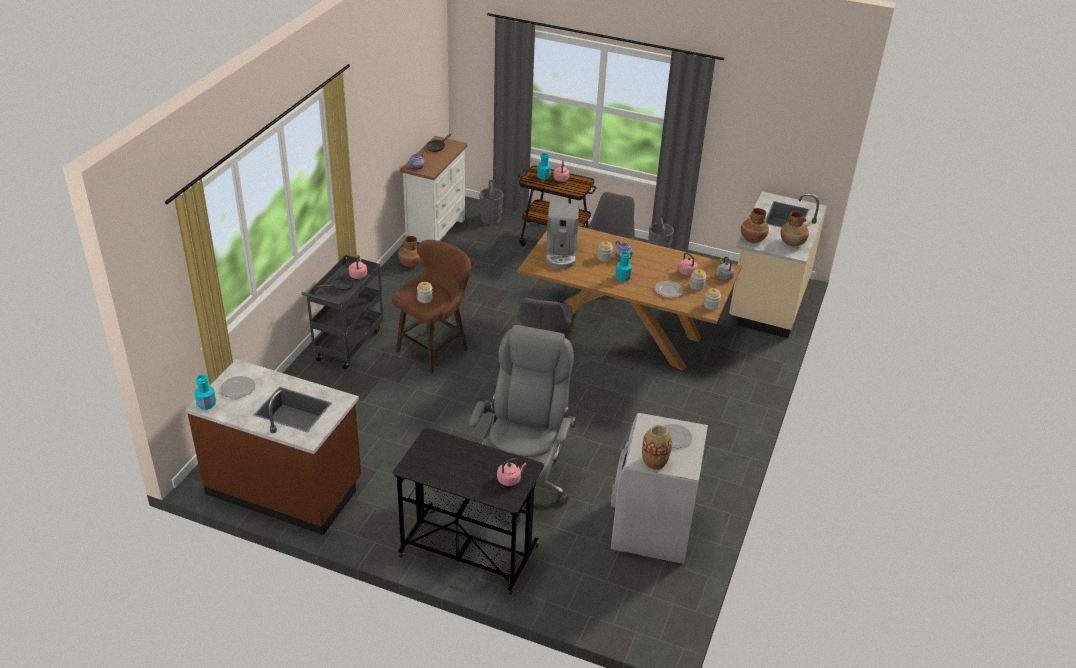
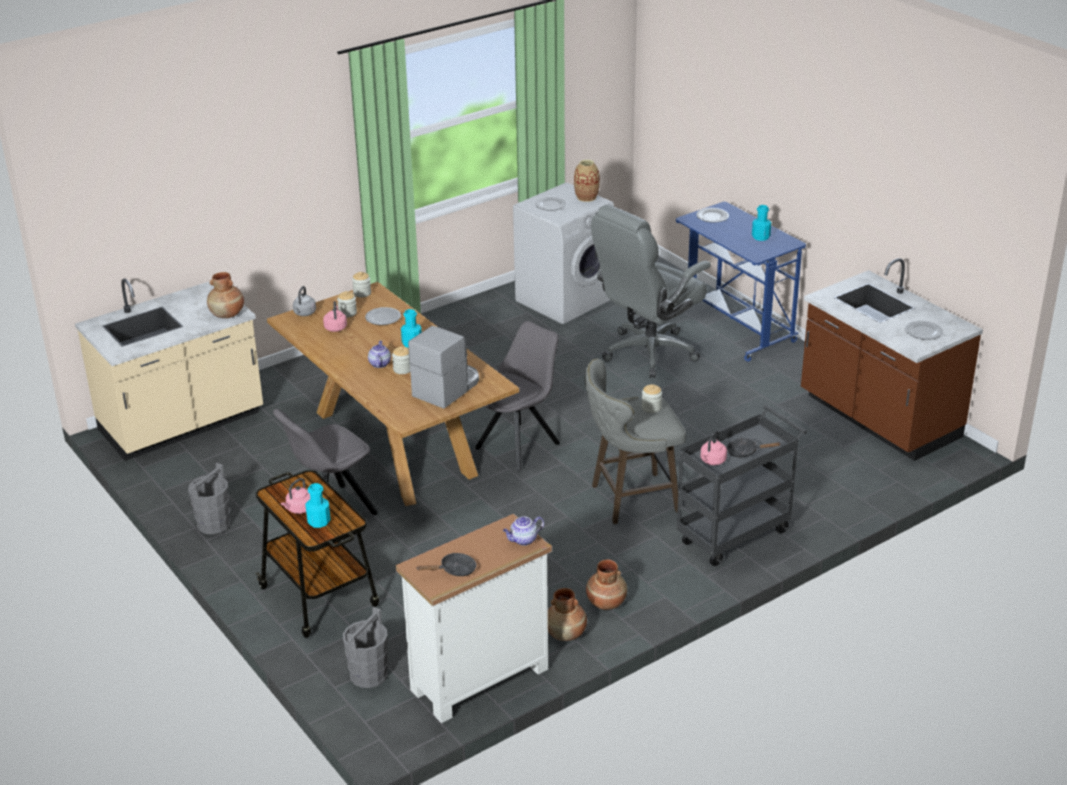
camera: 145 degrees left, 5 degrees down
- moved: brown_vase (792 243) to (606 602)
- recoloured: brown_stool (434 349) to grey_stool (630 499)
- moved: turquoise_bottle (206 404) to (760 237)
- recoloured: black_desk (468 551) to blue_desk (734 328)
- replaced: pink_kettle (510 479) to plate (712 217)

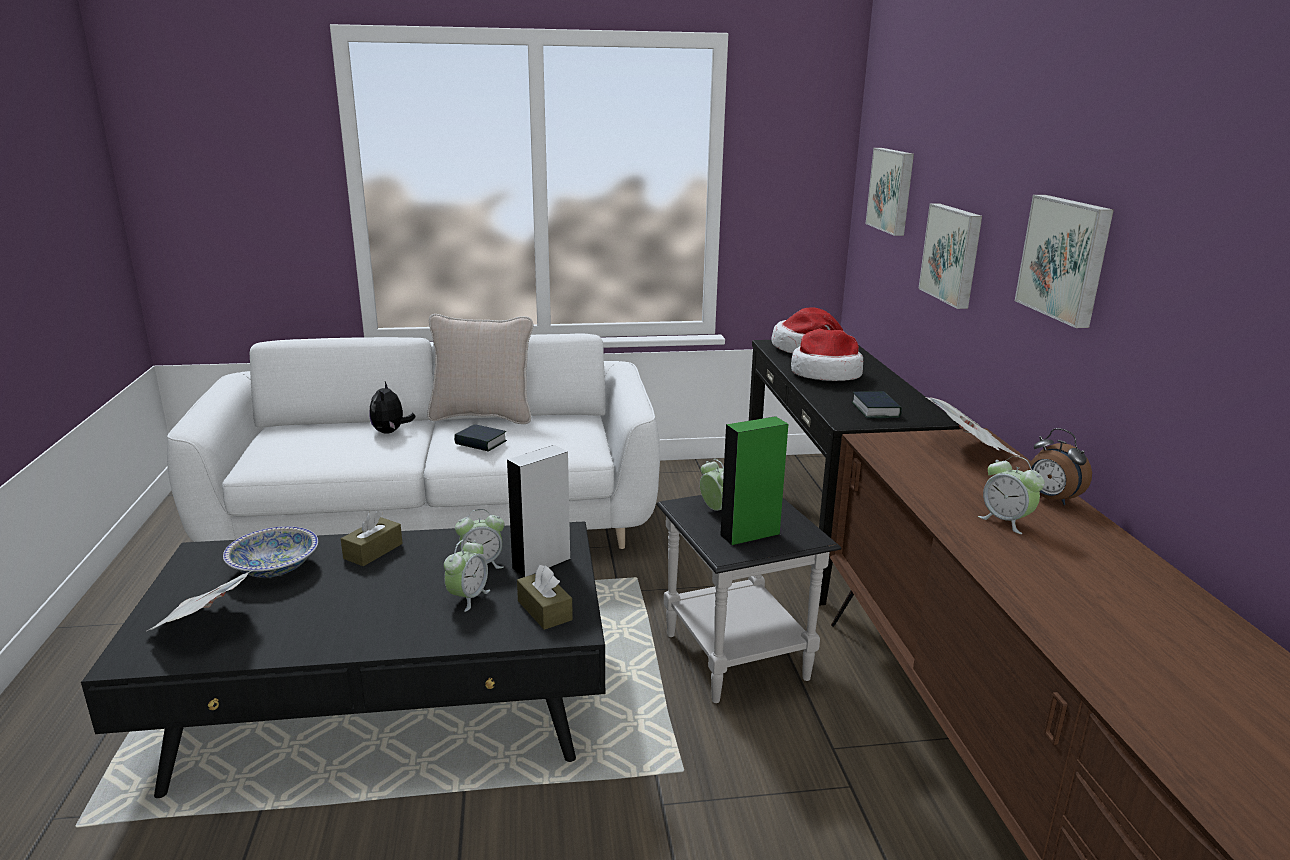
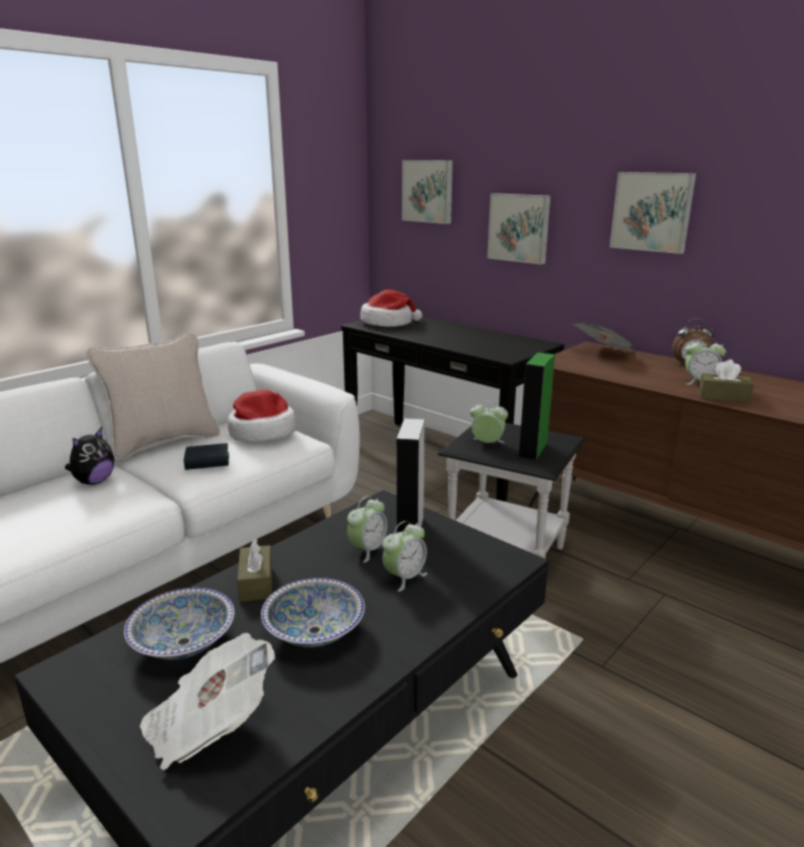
camera: 40 degrees left, 0 degrees up
- moved: hat (825 373) to (262 432)
- turned: plush_toy (390 432) = (94 481) 105 degrees counterclockwise
- removed: book (875 410)
- turned: alarm_clock (468 598) = (404 577) 60 degrees clockwise
- moved: brown_tissue_box (544 610) to (723 397)
- added: bowl (314 631)

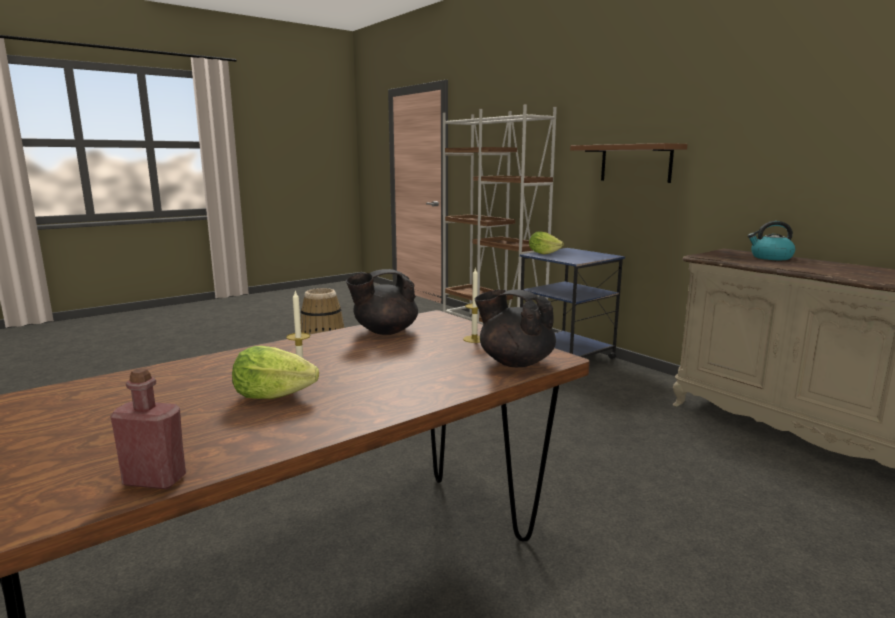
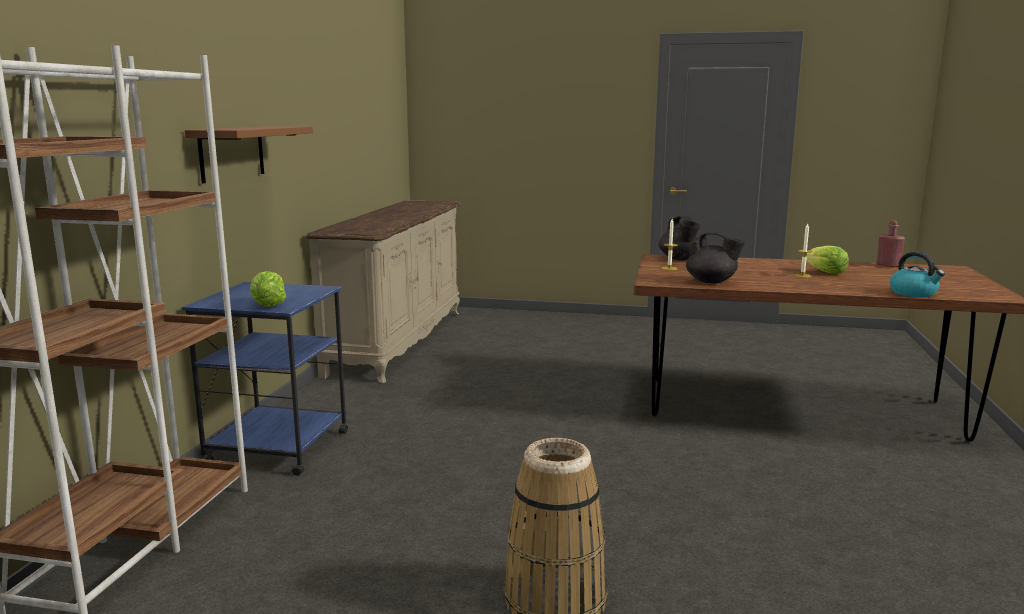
camera: 130 degrees left, 0 degrees up
- moved: kettle (770 258) to (914 293)

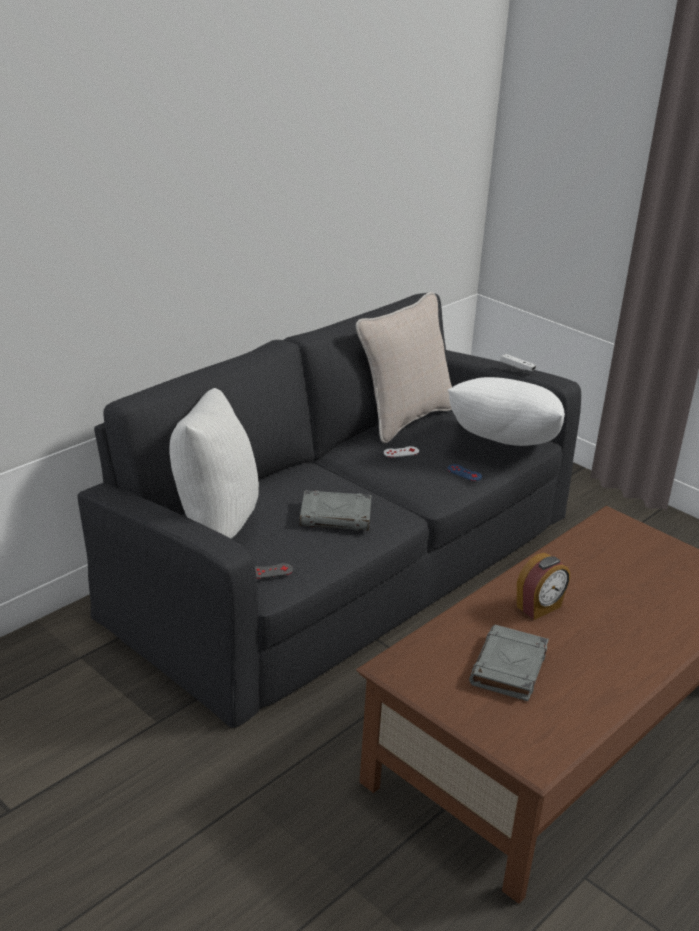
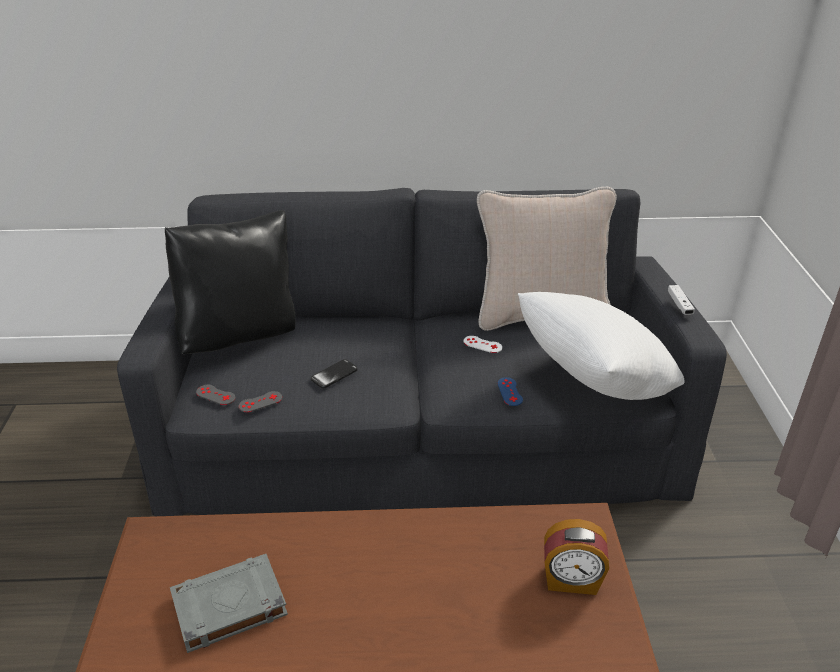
camera: 45 degrees right, 5 degrees up
- recoloured: white_pillow (213 525) to black_pillow (241 336)
- replaced: grey_book (336 516) to phone (334 375)
- moved: alarm_clock (539 607) to (571 581)
- added: grey_game_controller (260 402)

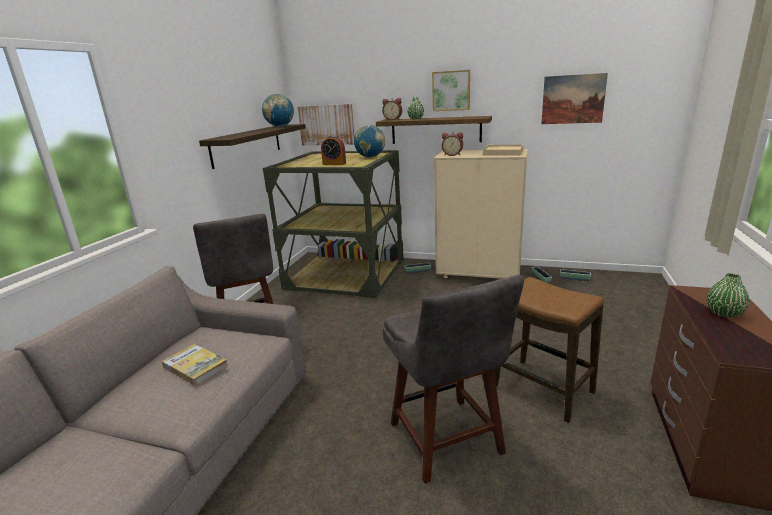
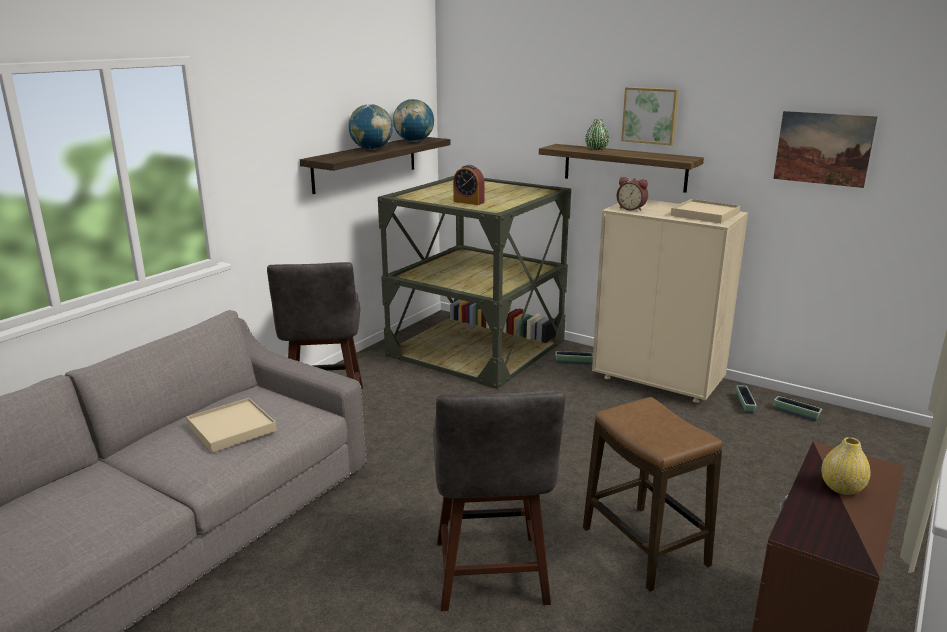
camera: 15 degrees right, 0 degrees up
- removed: alarm_clock (393 119)
- removed: picture (326 125)
- moved: globe (370 157) to (371 149)
- recoloured: green_vase (723 313) to yellow_vase (842 488)
- replaced: book (195 366) to beige_tray (232 428)

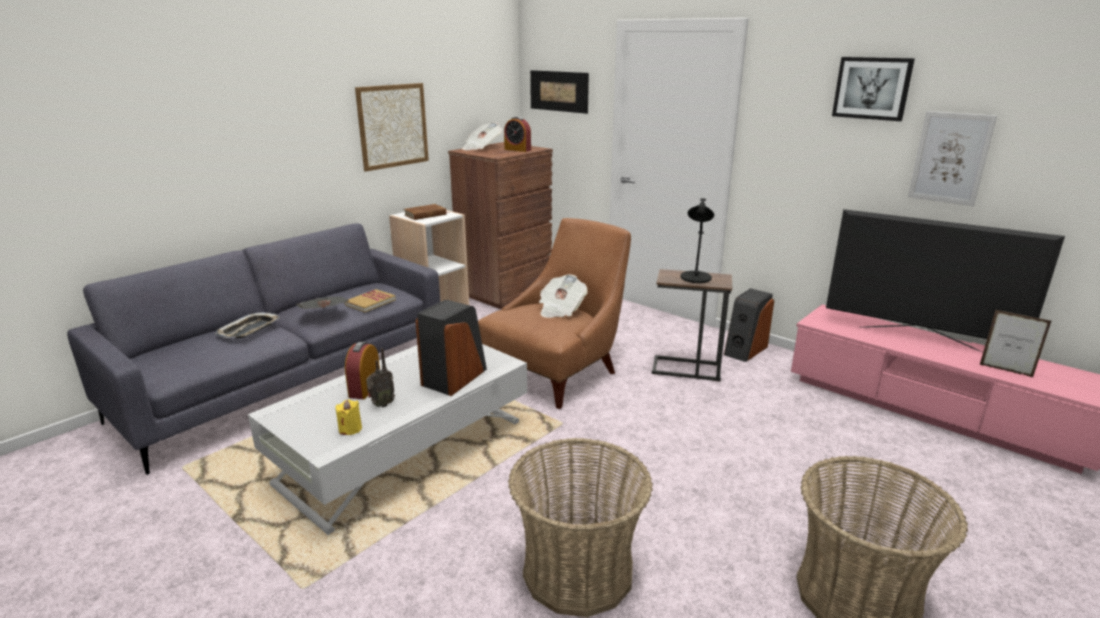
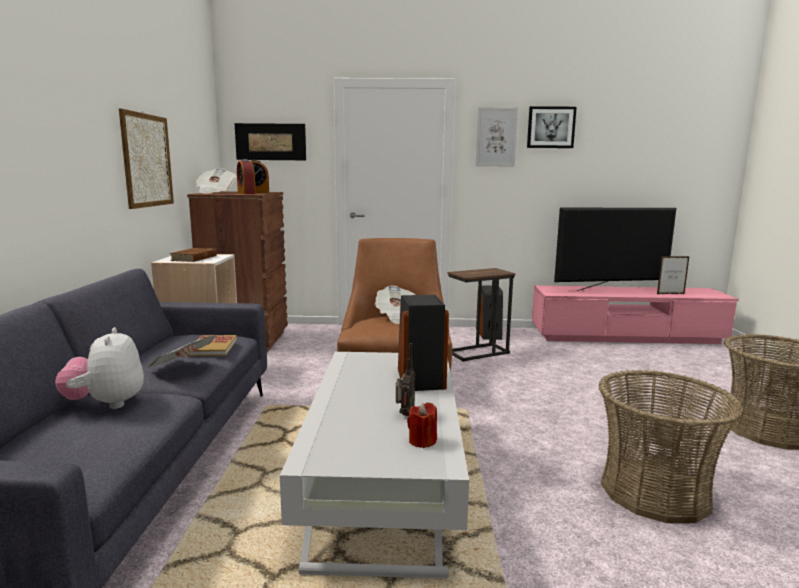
camera: 40 degrees left, 10 degrees down
- moved: picture (950 158) to (496 137)
- removed: black_table_lamp (695 278)
- replaced: tray (249 330) to plush_toy (107 404)
- moved: alarm_clock (365 388) to (246 193)
- recoloured: yellow_candle (350 429) to red_candle (422 441)

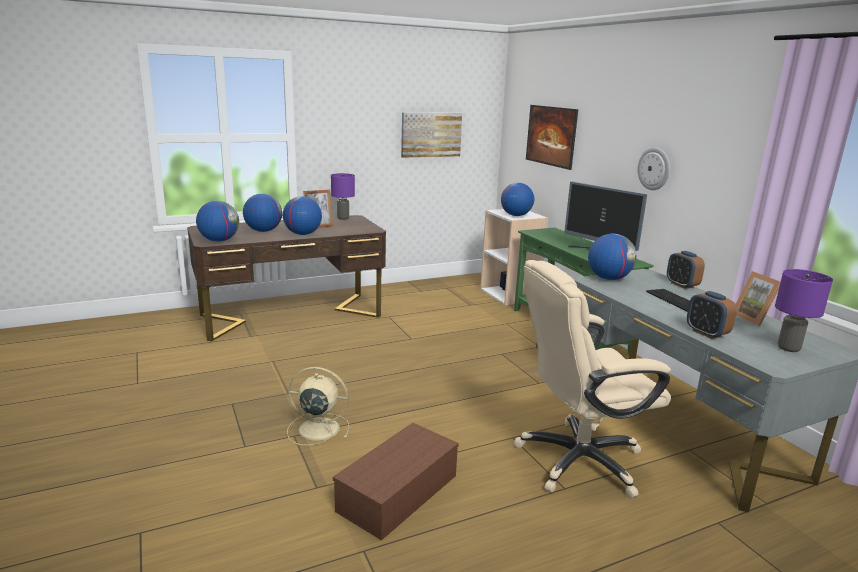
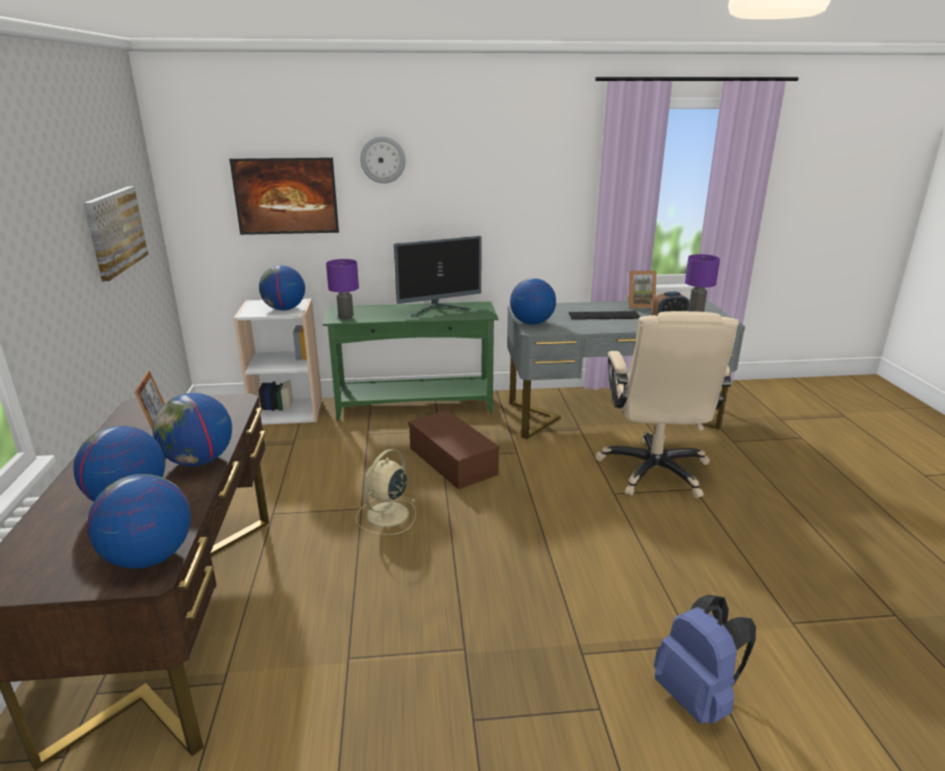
camera: 70 degrees left, 5 degrees up
- moved: wall_clock (654 168) to (383 160)
- moved: purple_table_lamp (342 218) to (346 317)
- removed: alarm_clock (682 285)
- moved: beige_fan (317 428) to (386 515)
- moved: brown_storage_box (398 494) to (454 461)
- added: blue_backpack (697 697)

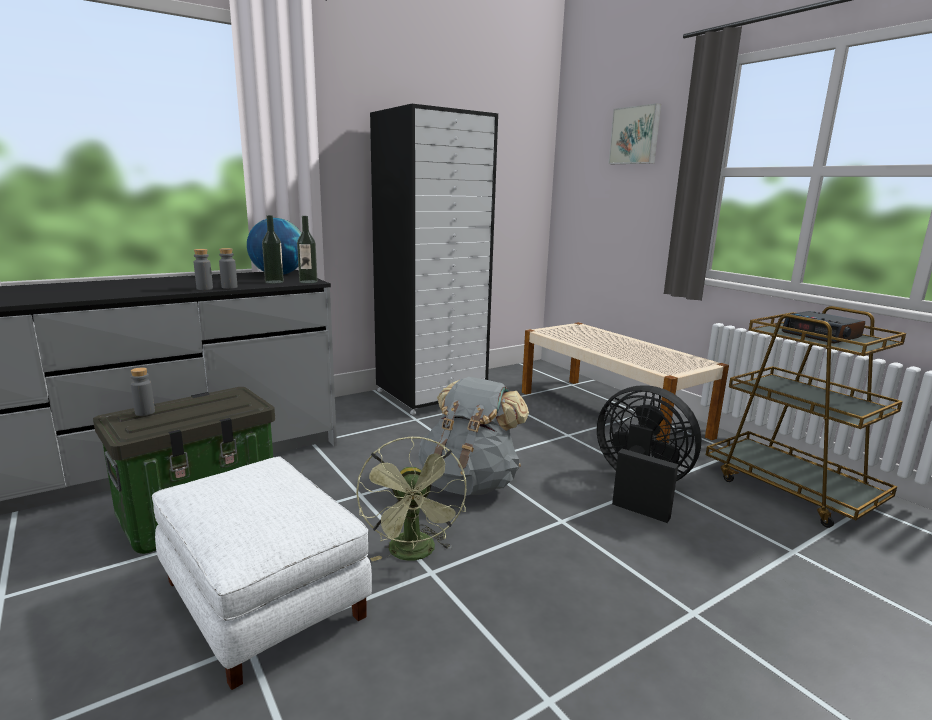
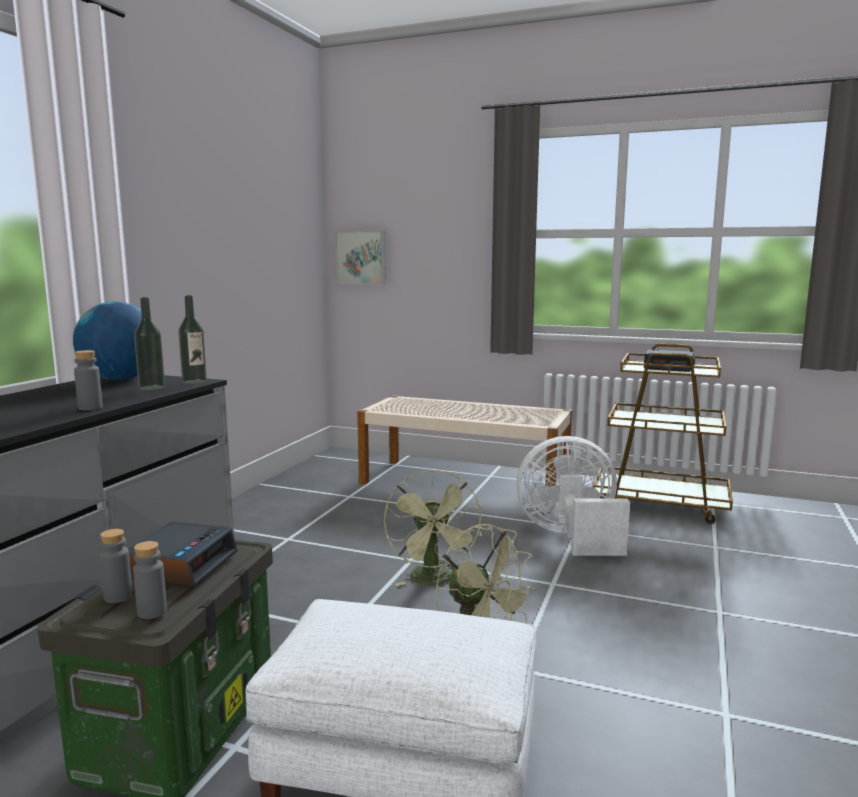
camera: 35 degrees left, 5 degrees down
- moved: picture (635 135) to (361 257)
- removed: wardrobe (431 396)
- moved: grey_bottle (229 287) to (152 612)
- replaced: grey_backpack (470 483) to green_fan (434 581)
- recoloured: black_fan (640 488) to white_fan (570 537)
- added: alarm_clock (180 565)

